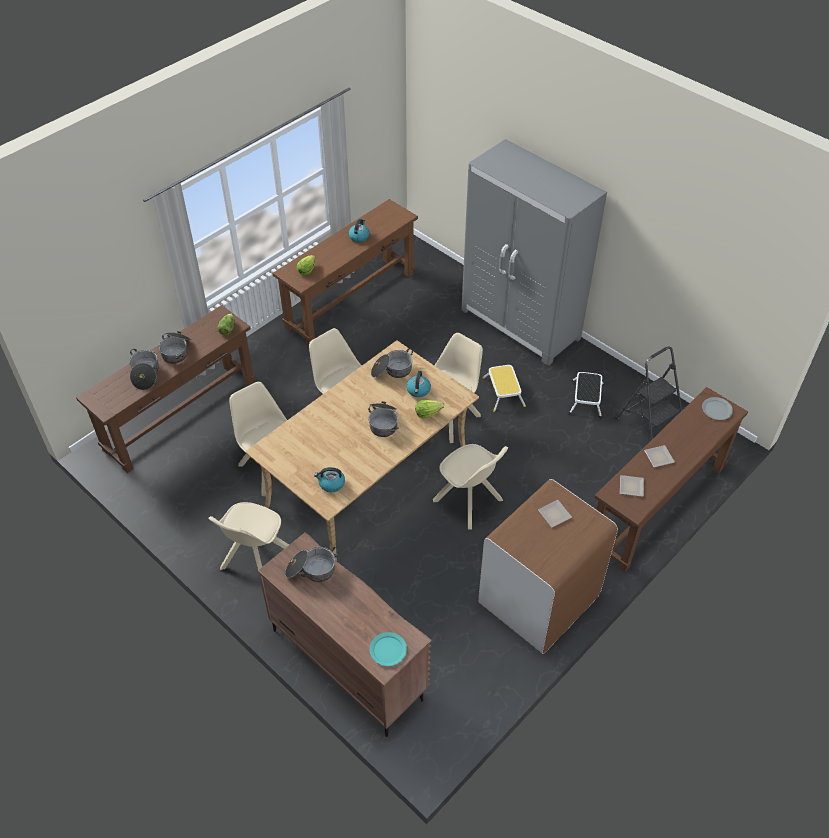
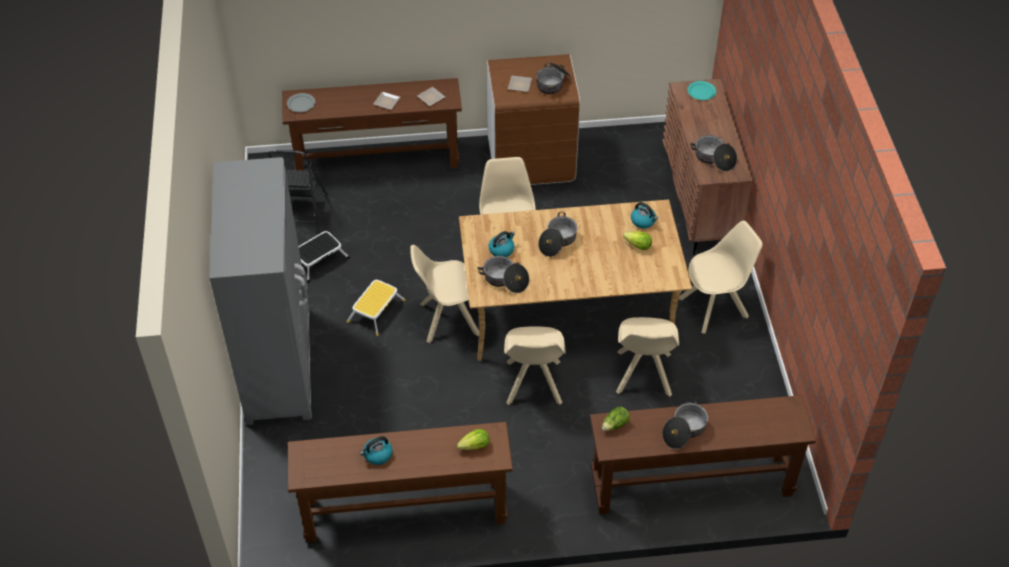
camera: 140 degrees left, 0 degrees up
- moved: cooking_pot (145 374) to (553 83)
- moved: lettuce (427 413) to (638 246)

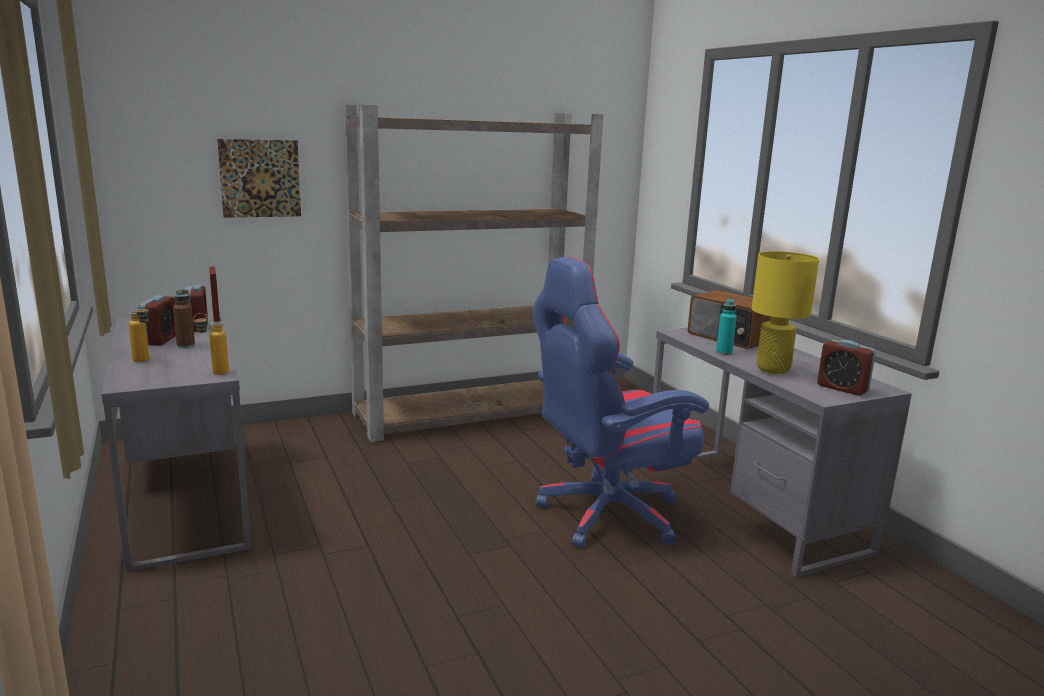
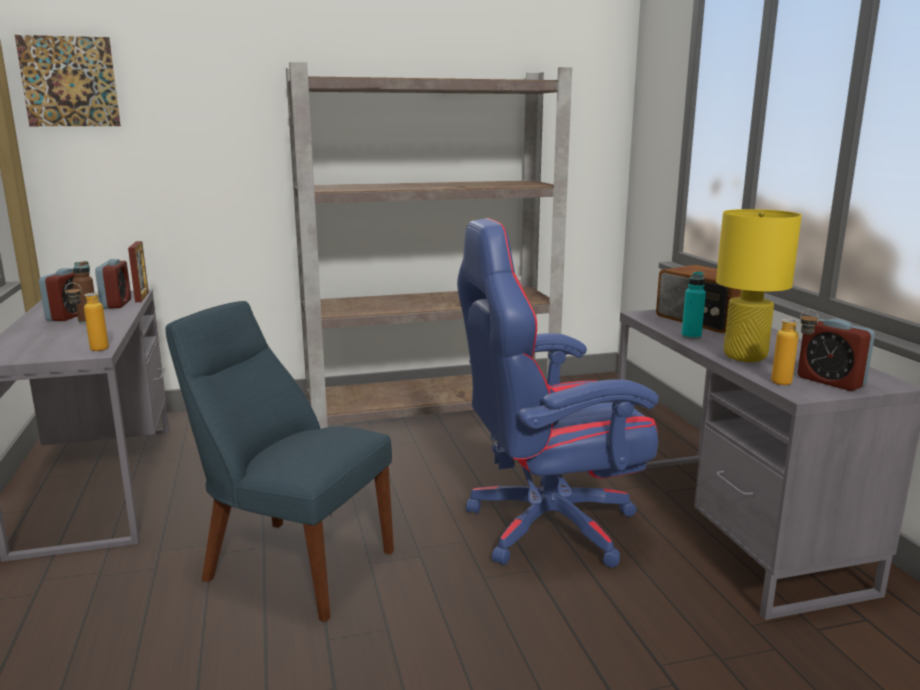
camera: 10 degrees right, 0 degrees up
- moved: picture (260 178) to (69 82)
- moved: bottle (144 361) to (789 384)
- added: blue_chair (292 564)

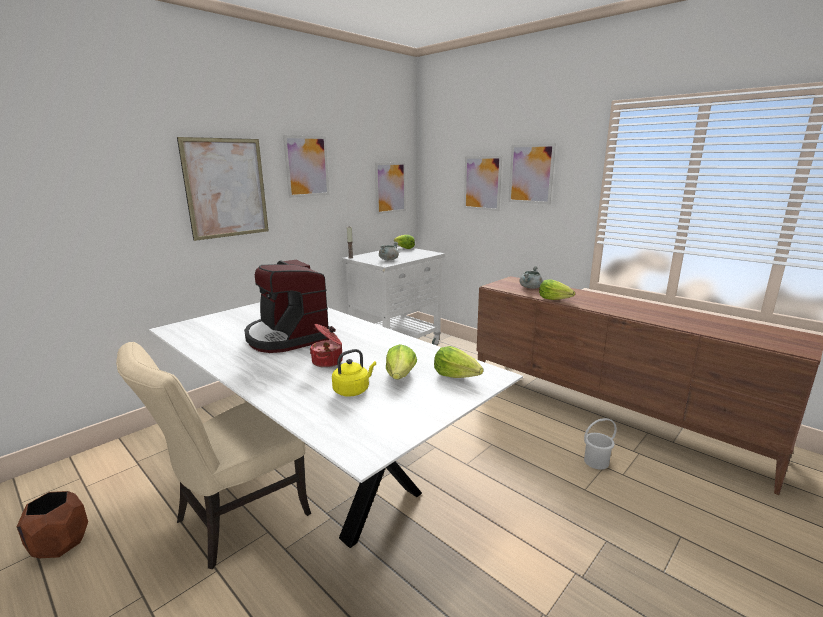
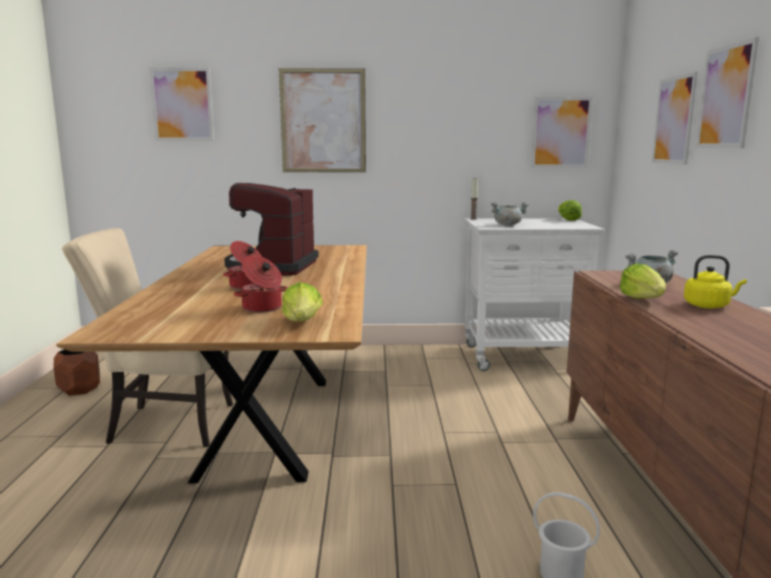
camera: 45 degrees right, 5 degrees down
- moved: picture (307 166) to (182 104)
- recoloured: white_dining_table (321 468) to brown_dining_table (270 422)
- replaced: lettuce (400 376) to cooking_pot (262 308)
- moved: yellow_kettle (353 390) to (708 306)

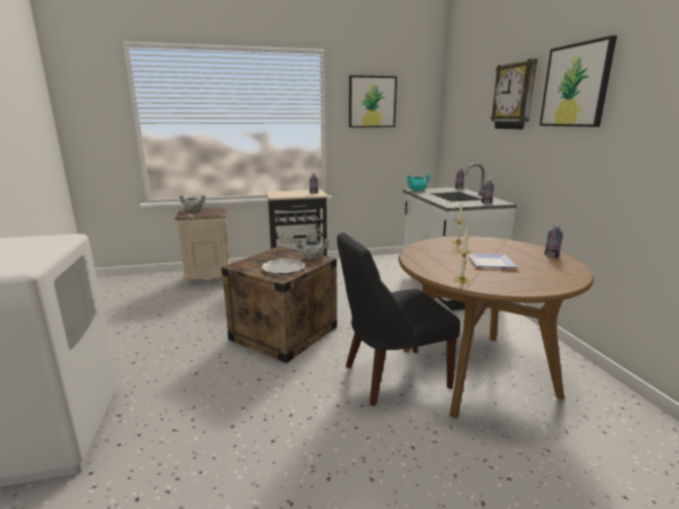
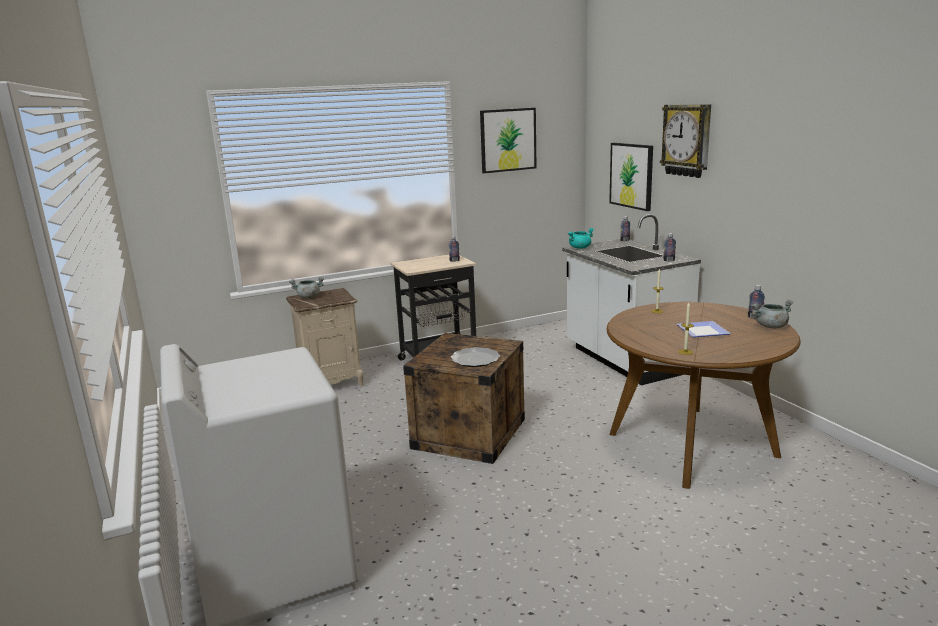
camera: 10 degrees left, 0 degrees up
- moved: picture (575 85) to (631 175)
- removed: black_chair (391 377)
- moved: grey_cooking_pot (312 258) to (770 326)

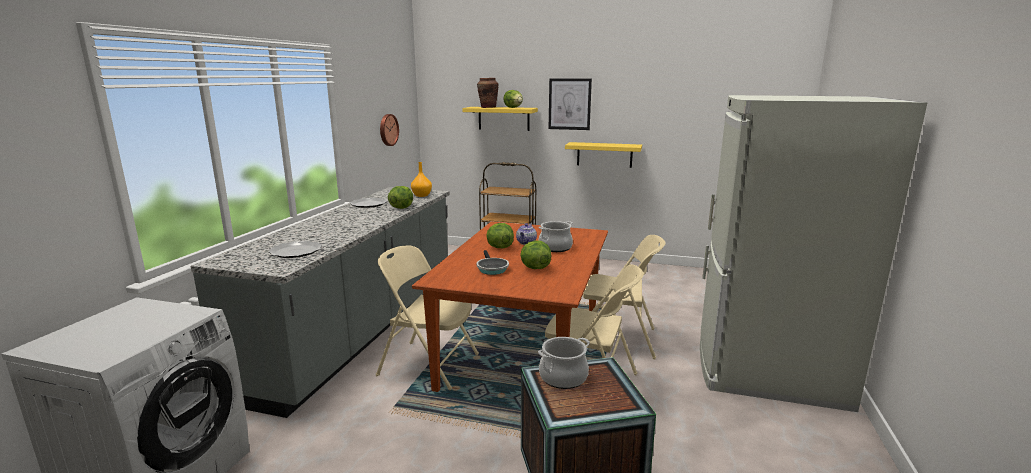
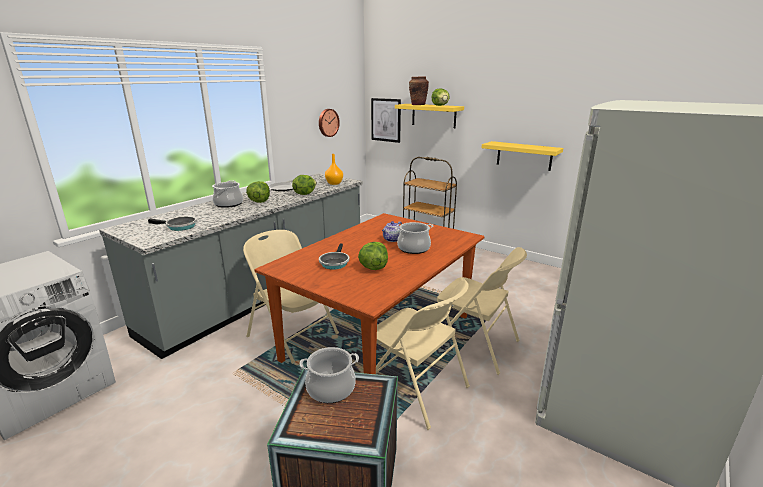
camera: 20 degrees right, 5 degrees up
- moved: picture (569 104) to (386 120)
- moved: lettuce (499 247) to (259 201)
- replaced: plate (296 251) to frying_pan (179 226)
- added: cooking_pot (229 204)

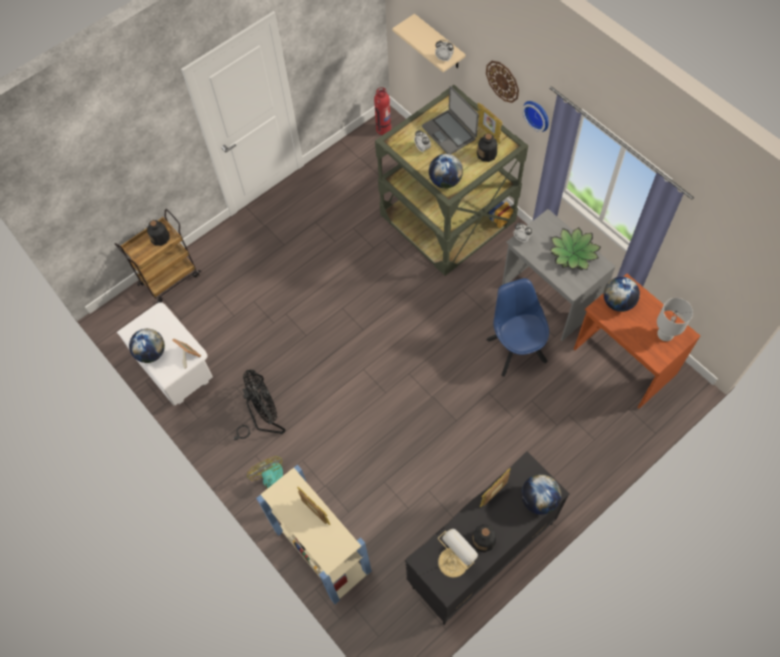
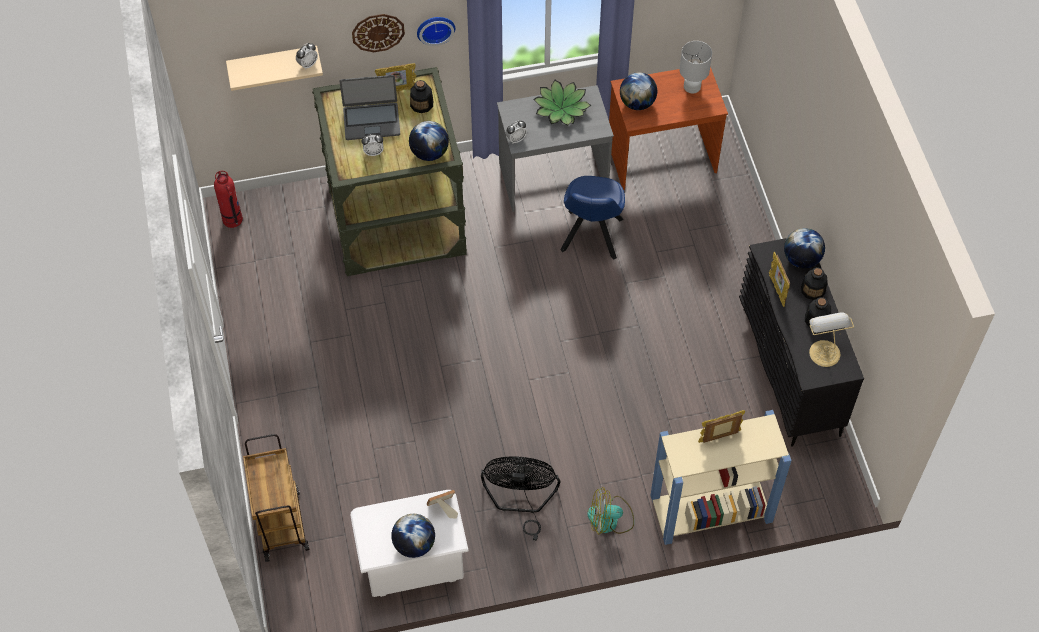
camera: 65 degrees left, 5 degrees down
- moved: bottle (160 238) to (813 290)
- turned: blue_chair (515 348) = (591 236) 90 degrees counterclockwise

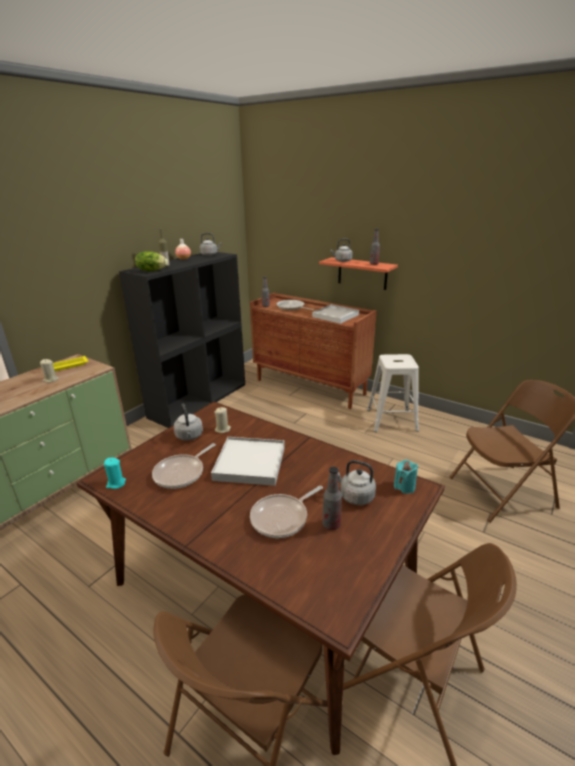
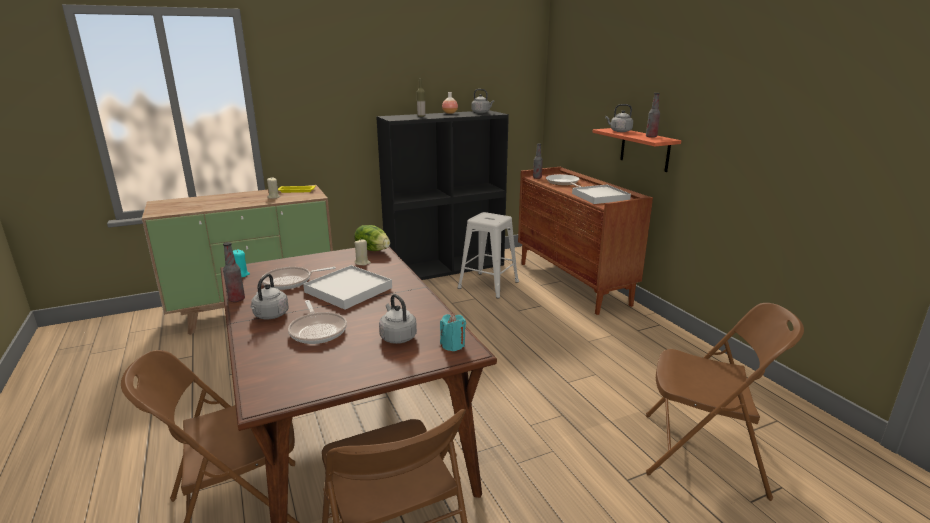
camera: 30 degrees right, 5 degrees down
- moved: lettuce (152 270) to (373 249)
- moved: white_stool (391 420) to (488 285)
- moved: grey_kettle (189 436) to (270 316)
- moved: bottle (331 524) to (236 299)
- turned: frying_pan (282 518) = (318 330) 105 degrees counterclockwise

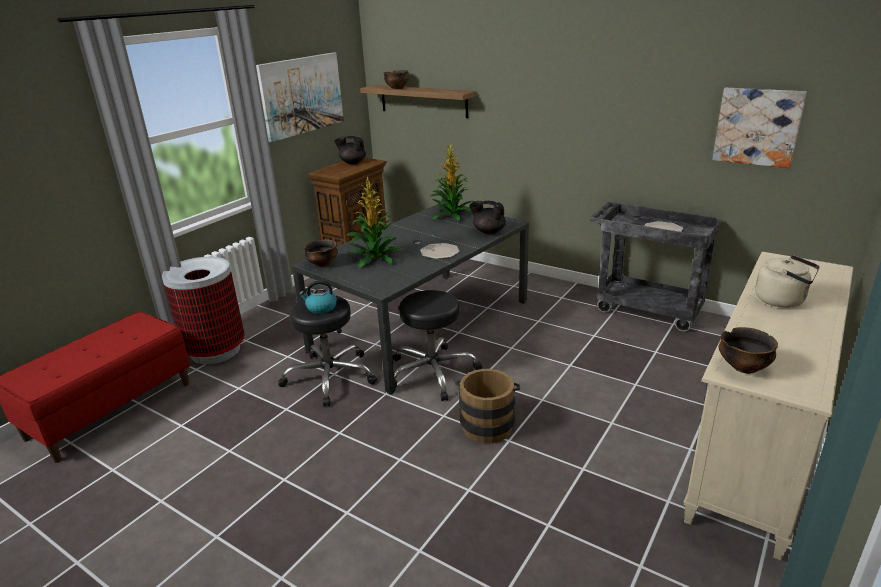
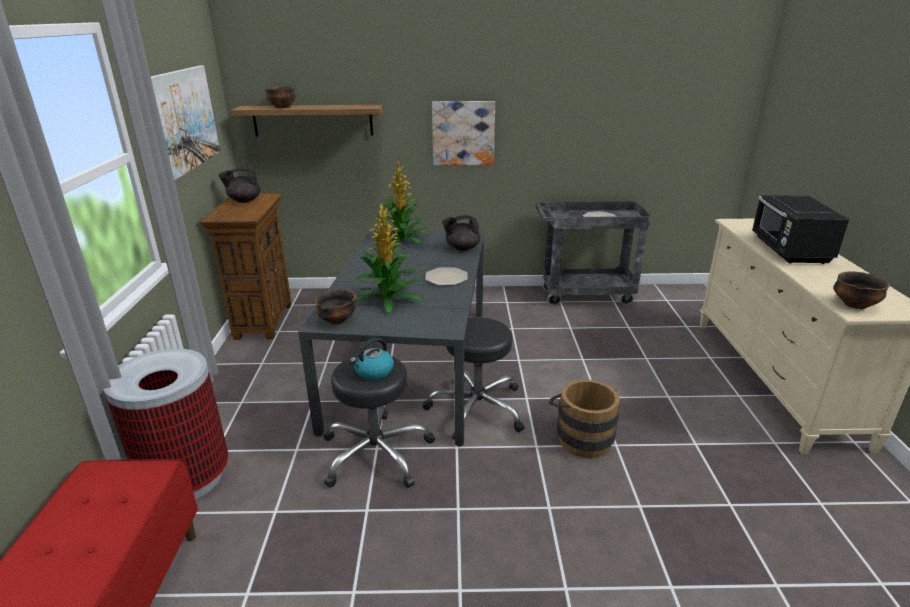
camera: 35 degrees left, 0 degrees up
- moved: picture (757 127) to (463 133)
- replaced: beige_kettle (782 301) to black_microwave (789 251)

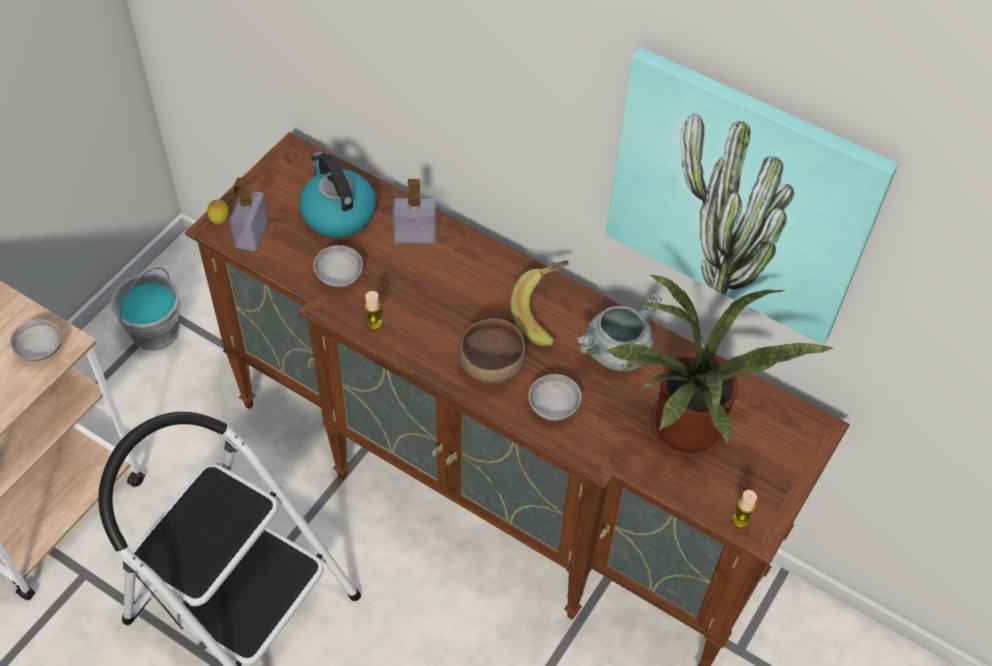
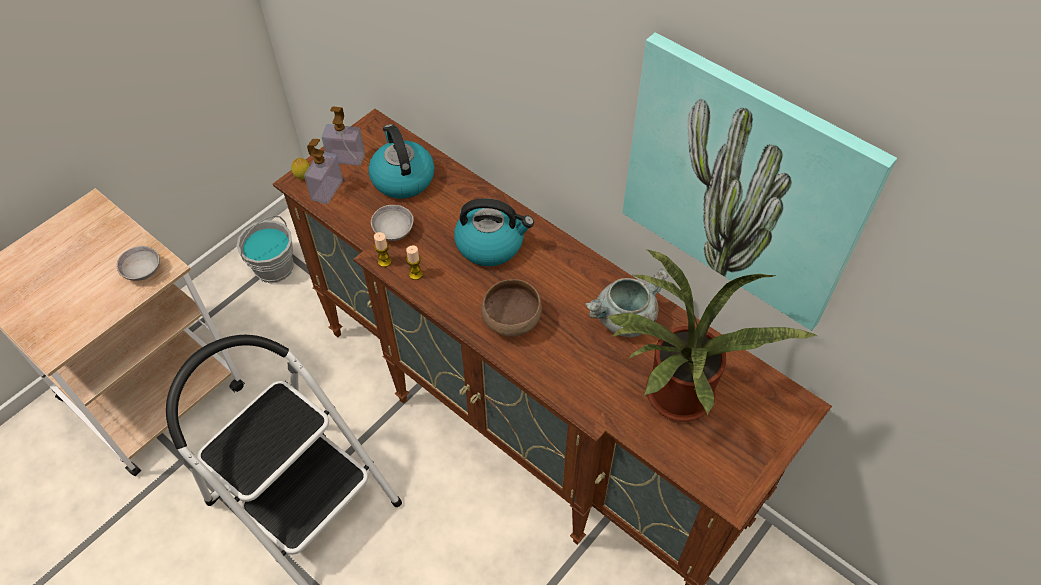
camera: 10 degrees right, 0 degrees up
- moved: soap_dispenser (415 235) to (346 158)
- removed: banana (546 313)
- removed: grey_bowl (553 406)
- moved: candle (740 520) to (384 261)
- added: kettle (491 244)

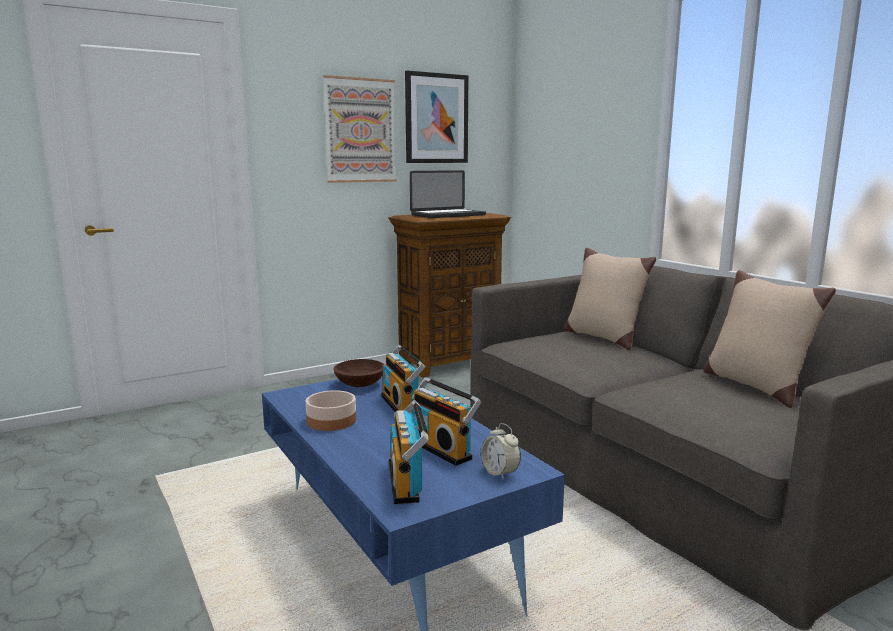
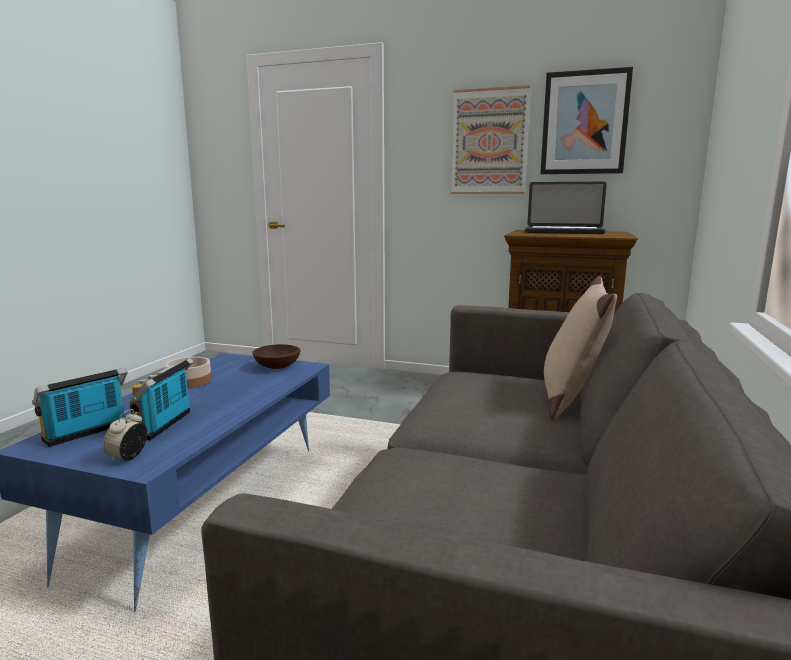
camera: 50 degrees right, 0 degrees up
- removed: beige_pillow (755 386)
- removed: radio (402 405)

